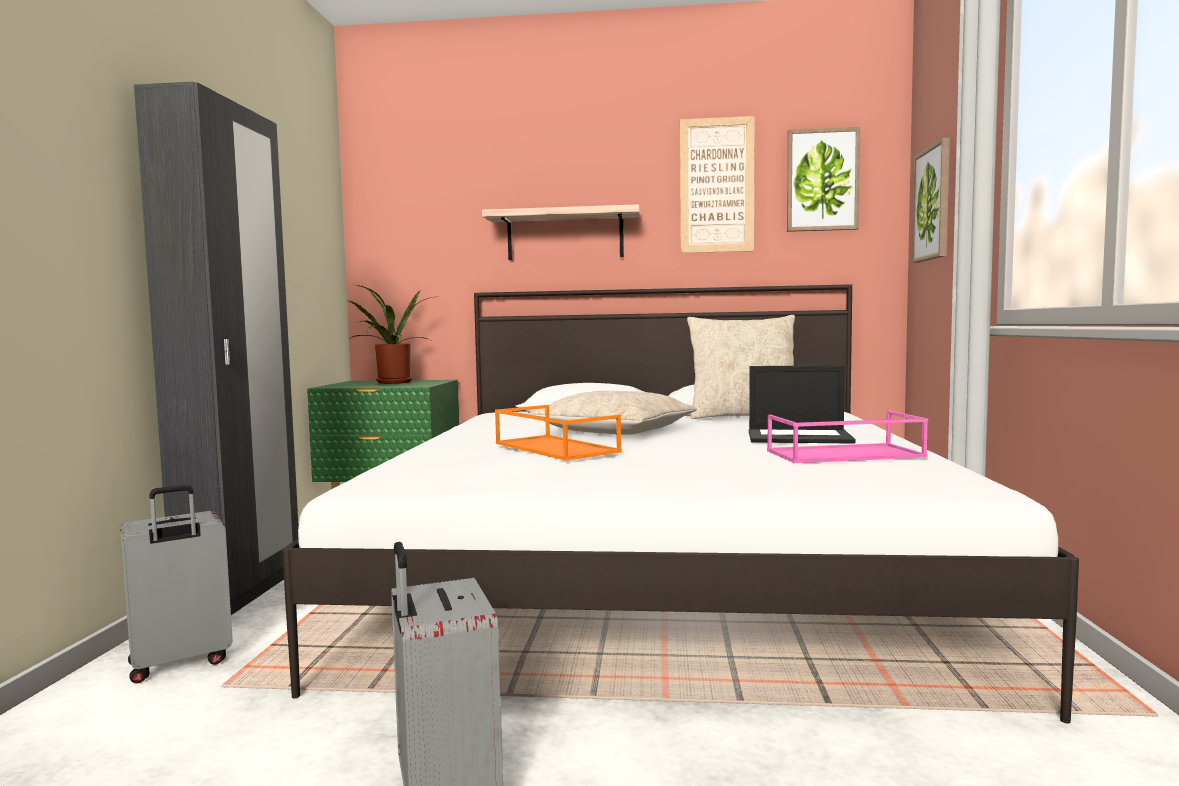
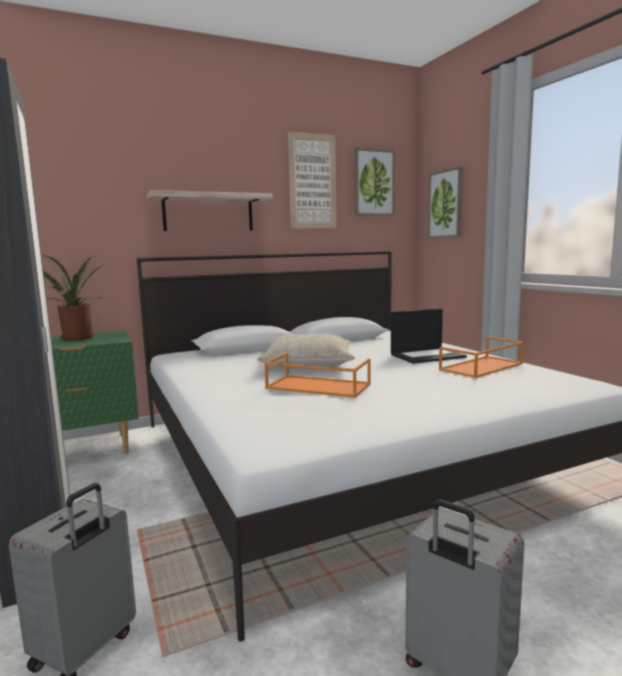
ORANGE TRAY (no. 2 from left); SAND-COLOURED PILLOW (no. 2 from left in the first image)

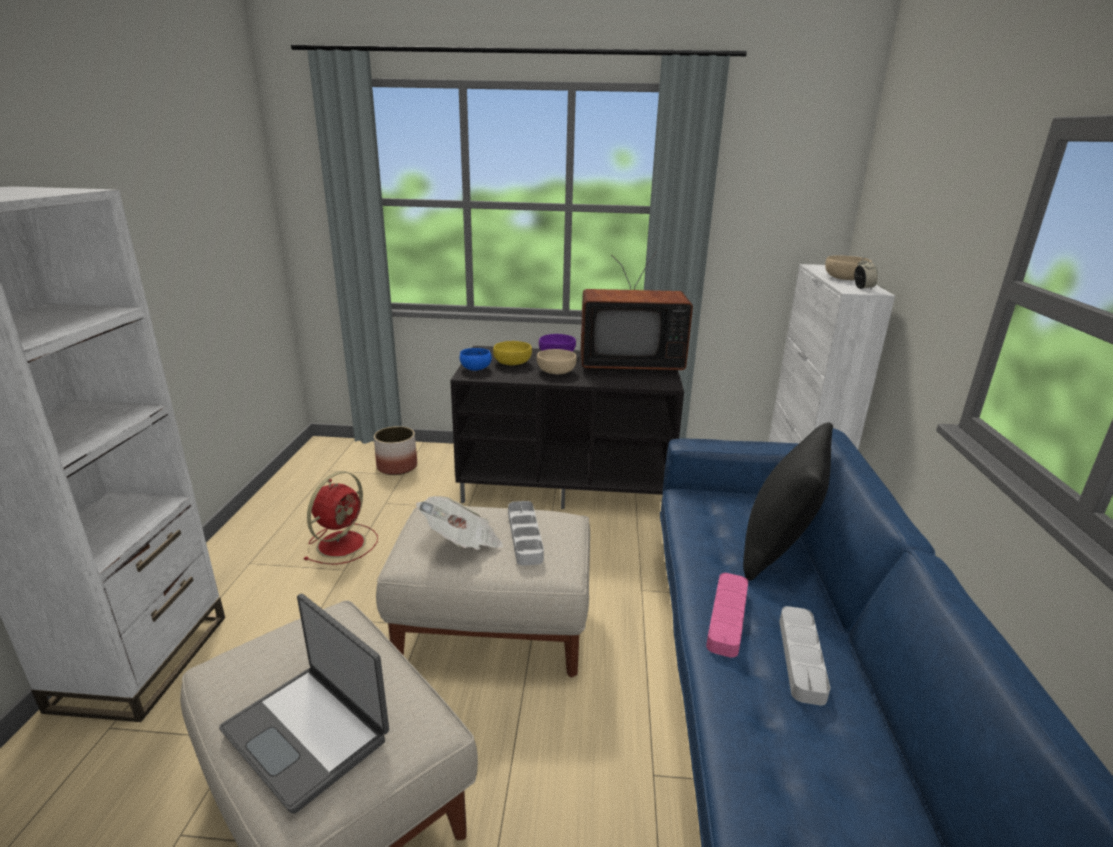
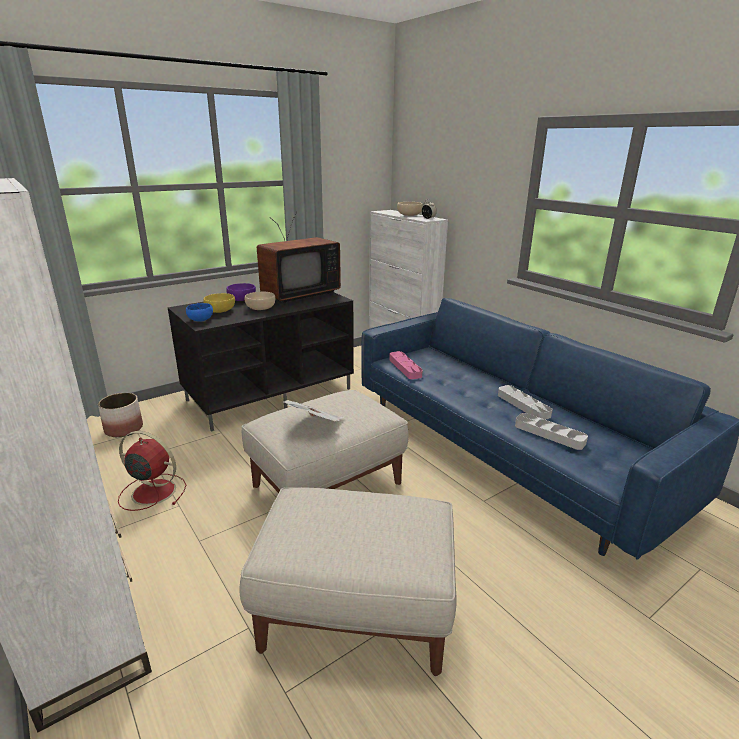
RED COOLING FAN; PINK TRAY; GREY TRAY (no. 2 from left); LAPTOP; BLACK PILLOW

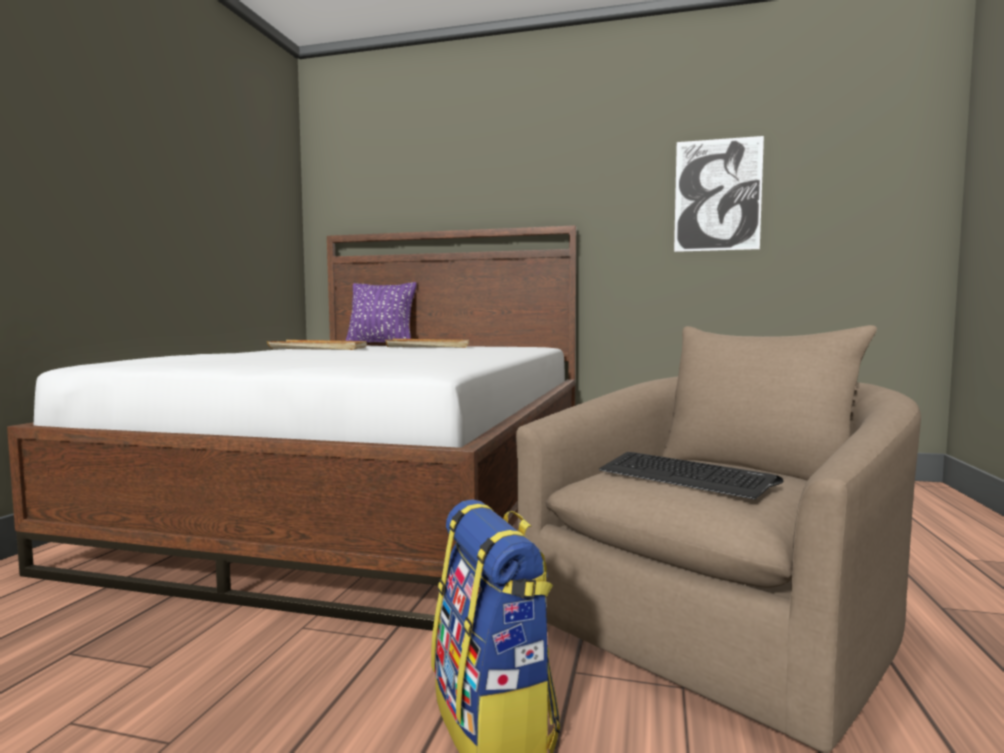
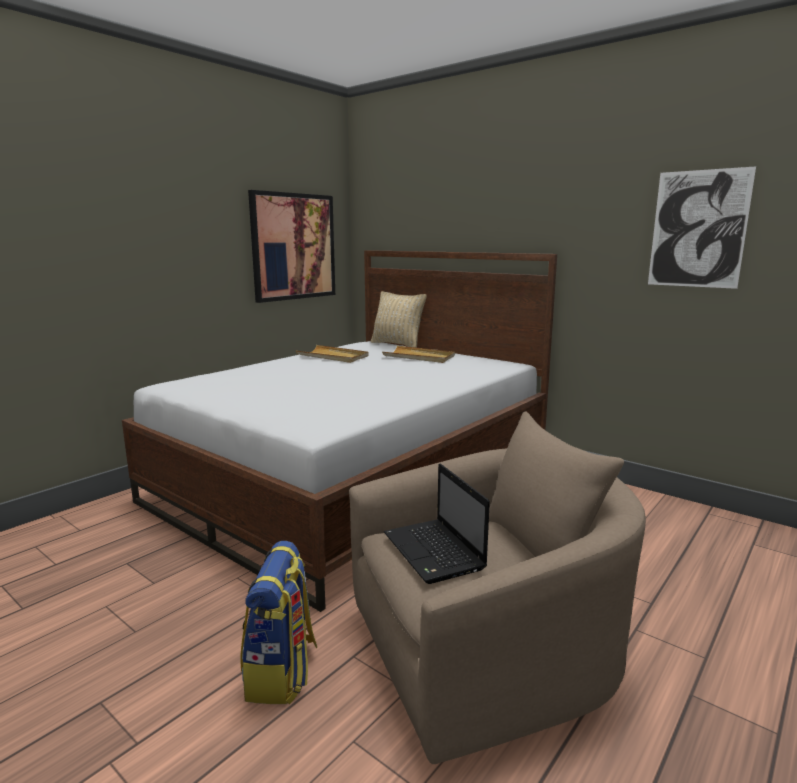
PICTURE (no. 1 from left); SAND-COLOURED PILLOW; LAPTOP

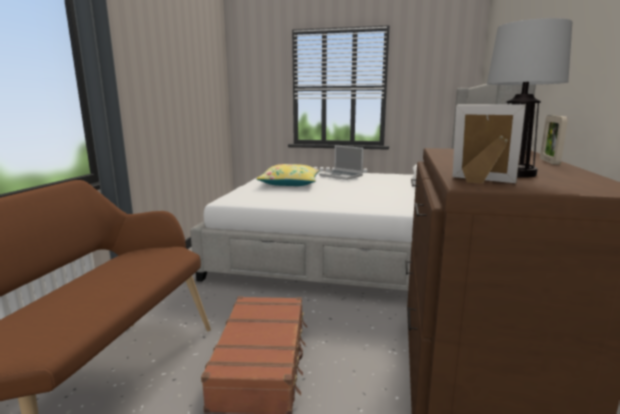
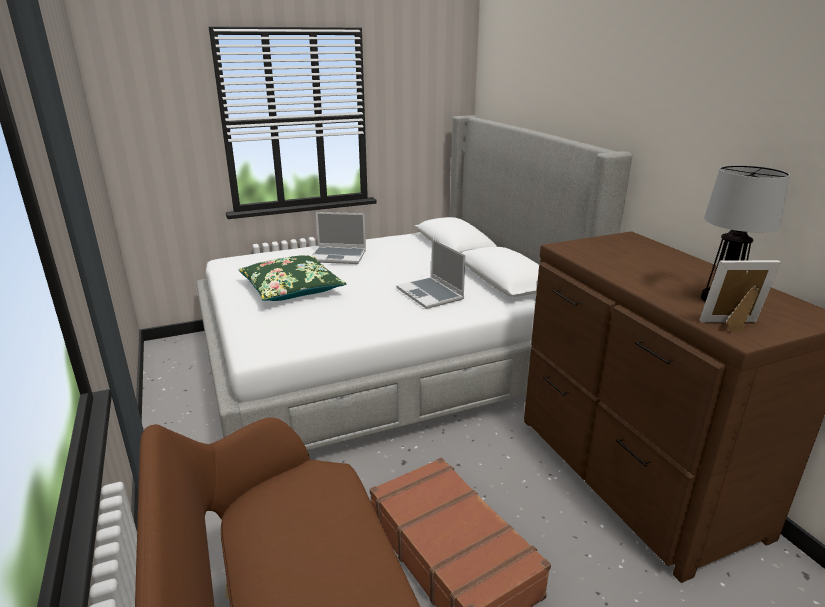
GREEN-COLOURED PILLOW; LAPTOP (no. 2 from left); STANDING FRAME (no. 2 from left in the first image)

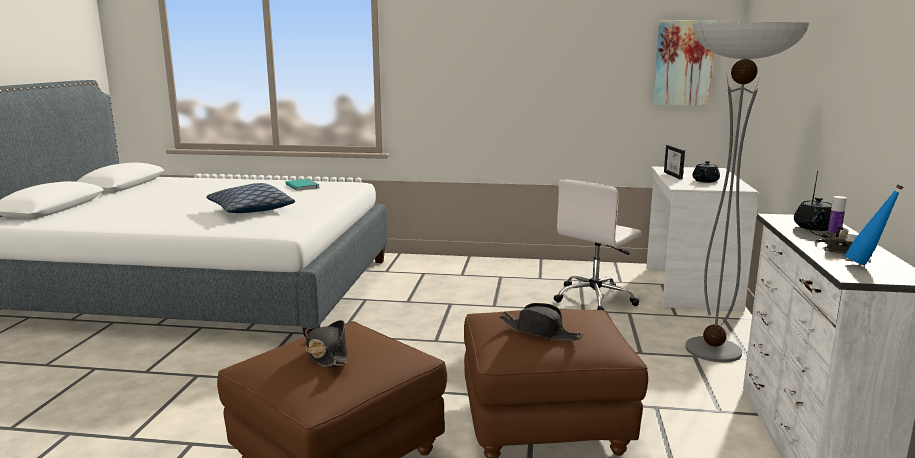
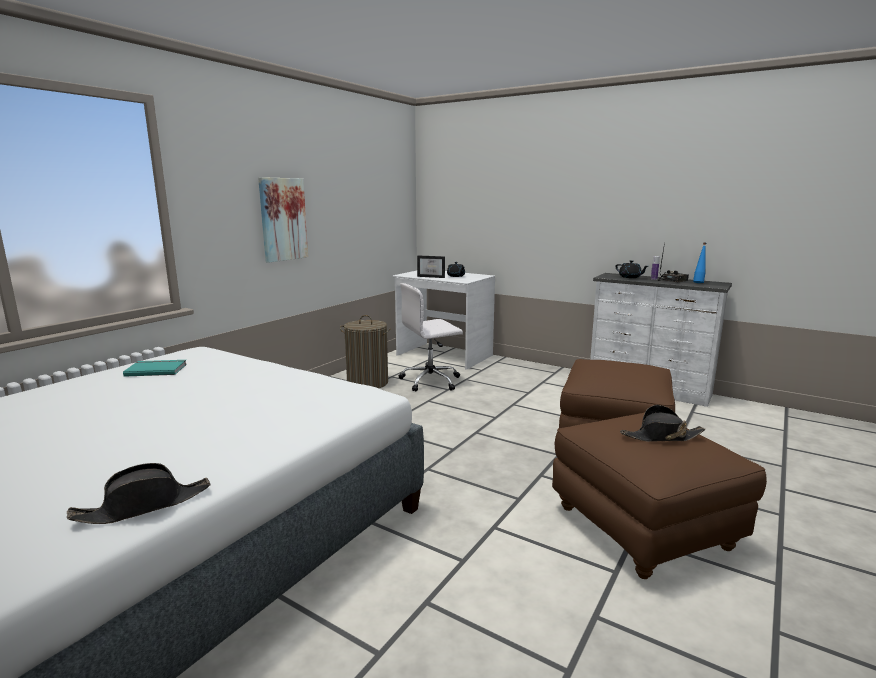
BLACK CLOTHING HAT (no. 1 from left); PICTURE; HAMPER; WHITE-COLOURED OFFICE CHAIR; PILLOW; FLOOR LAMP

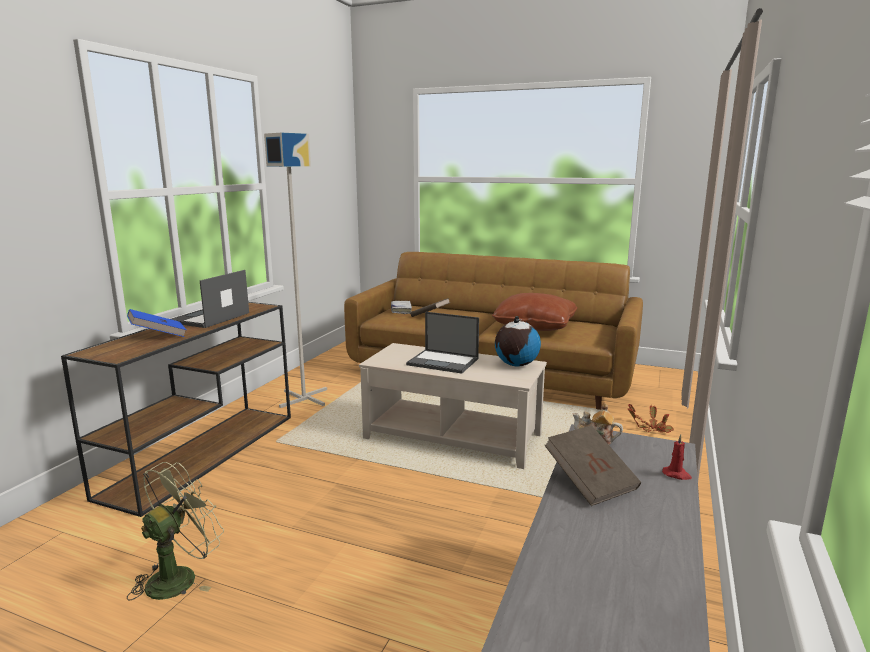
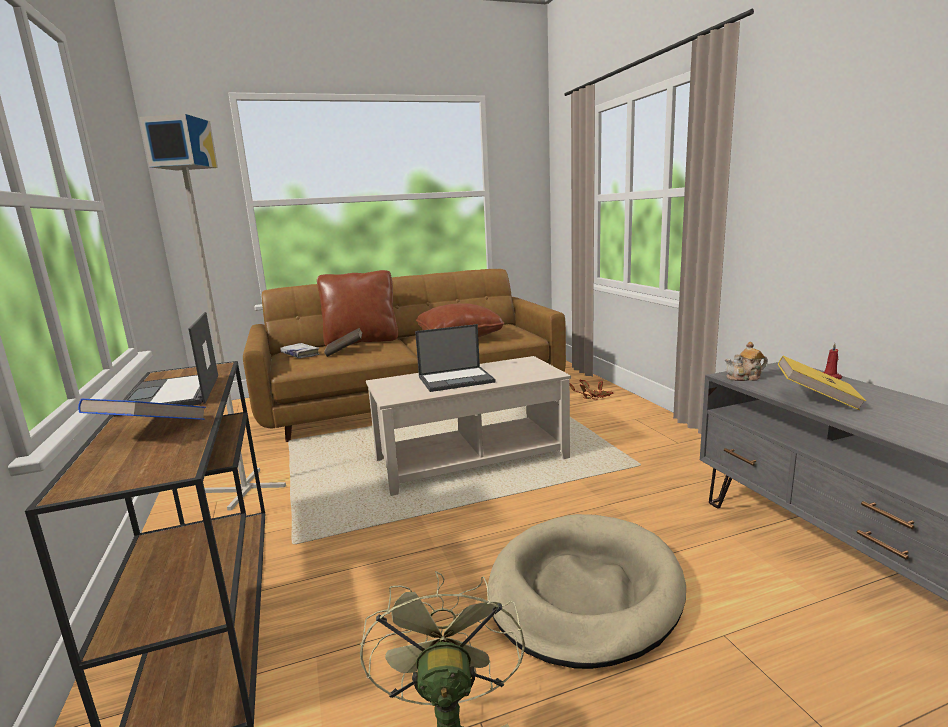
BROWNISH PILLOW (no. 1 from left); SAND-COLOURED DOG BED; YELLOW VOLUME; WORLD GLOBE

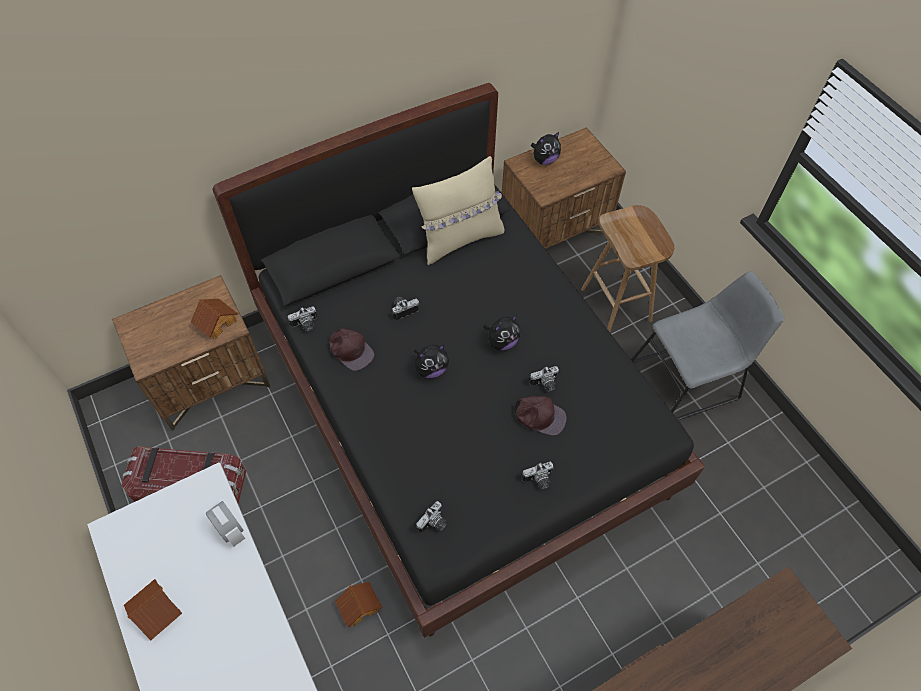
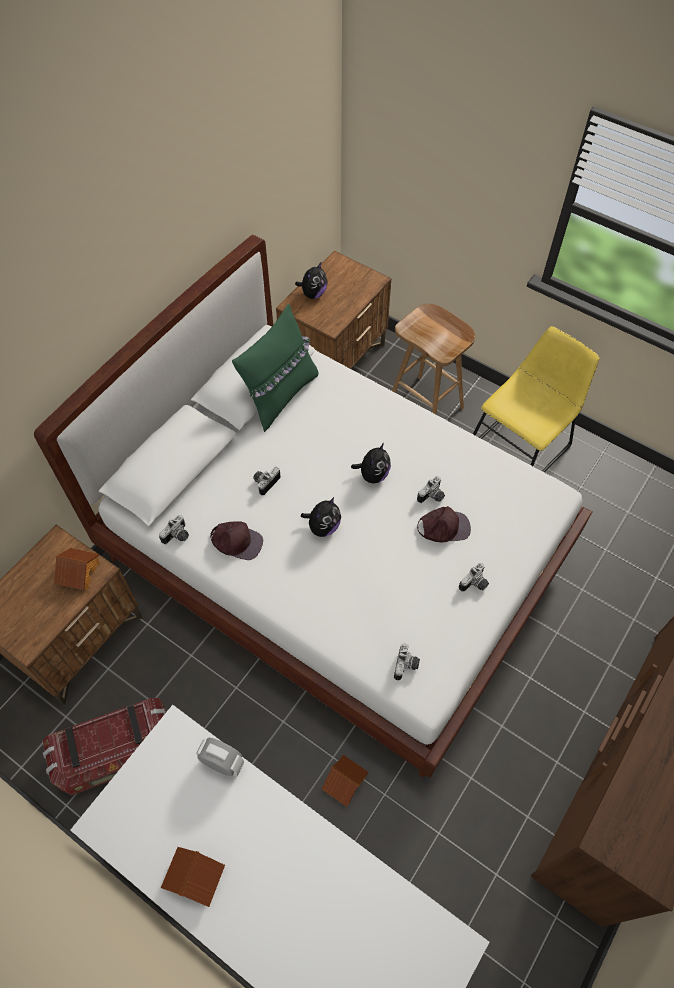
WHITE-COLOURED SLEEPING BED; GREEN-COLOURED PILLOW; YELLOW CHAIR

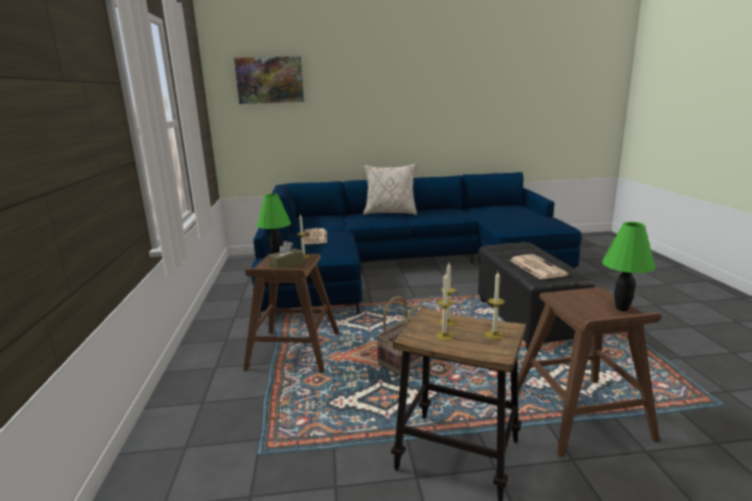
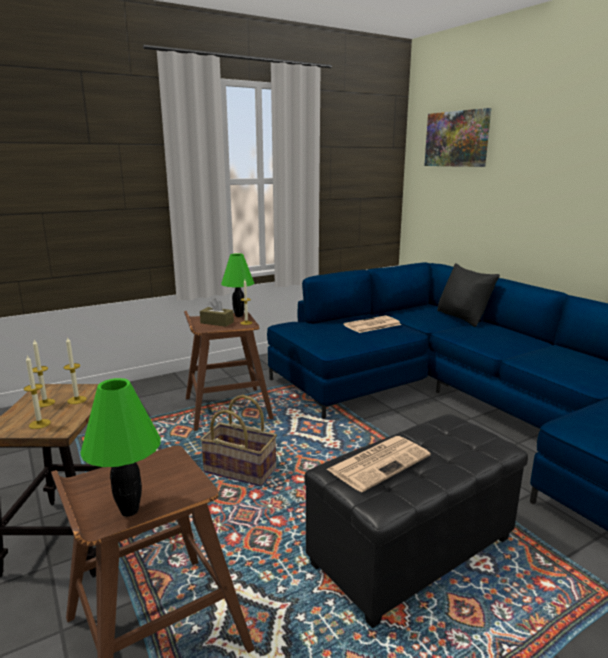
BLACK PILLOW; SAND-COLOURED PILLOW

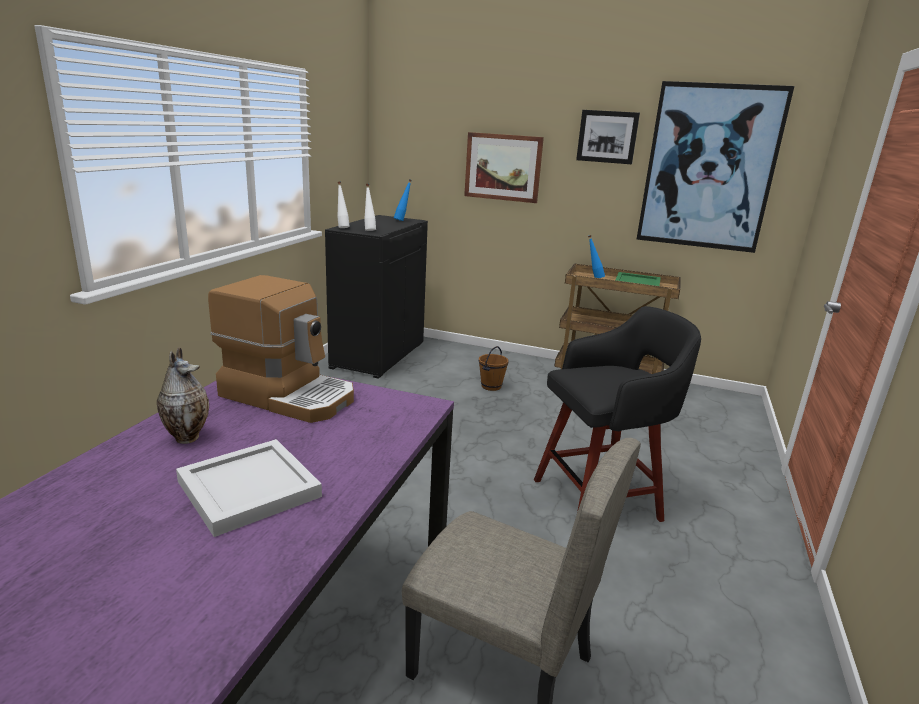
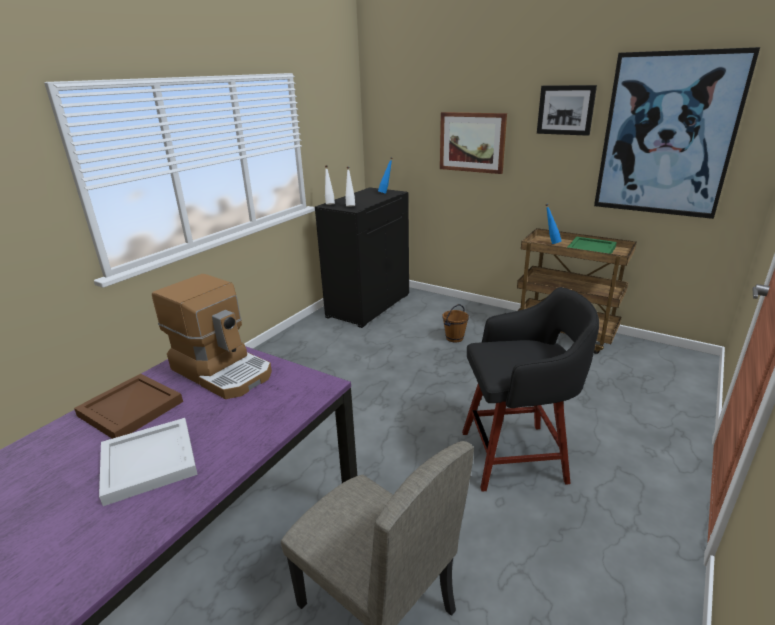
BROWNISH TRAY

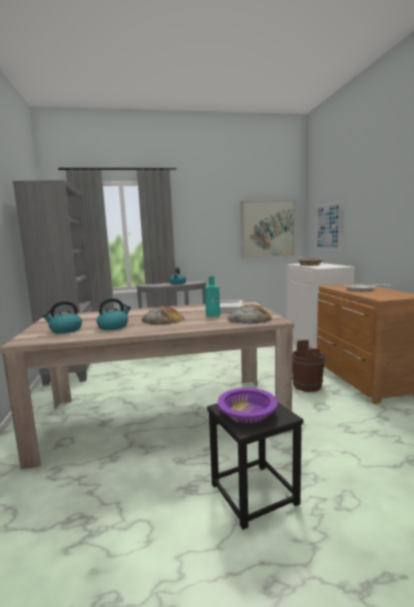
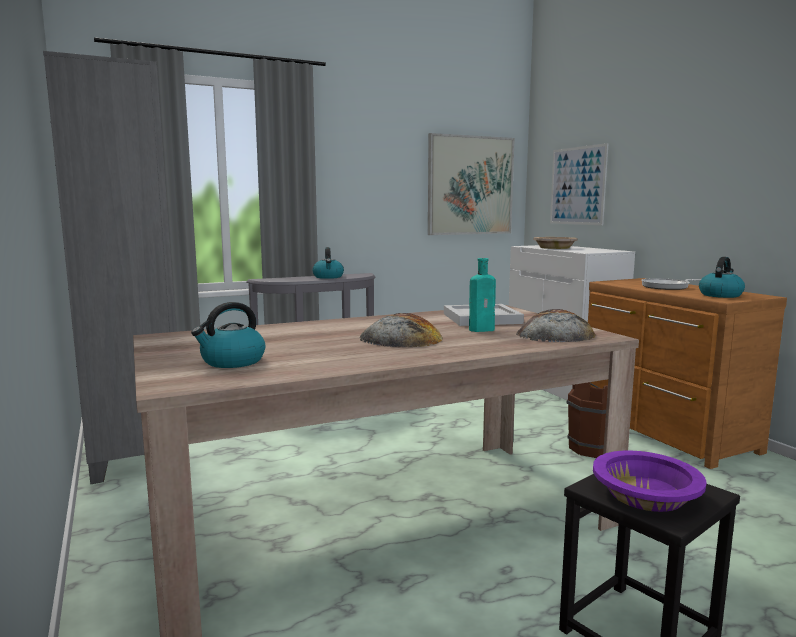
TEA KETTLE (no. 3 from left)

